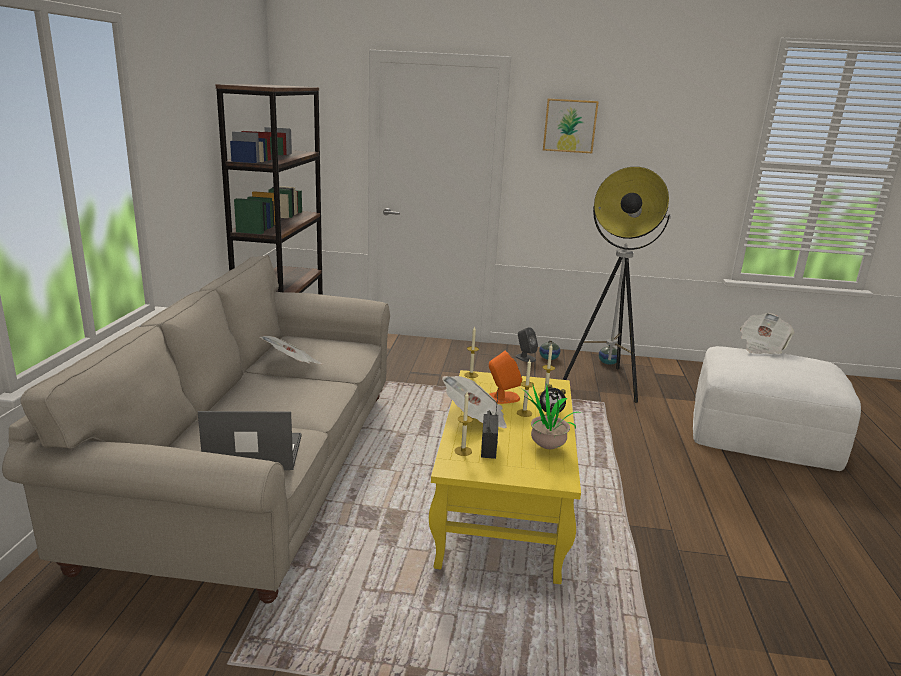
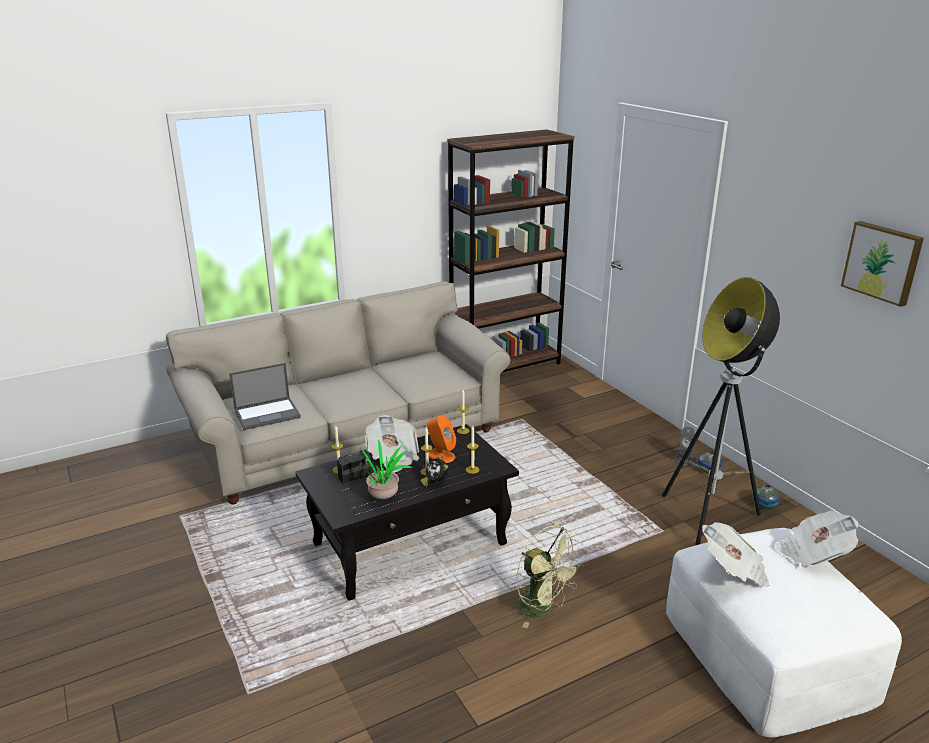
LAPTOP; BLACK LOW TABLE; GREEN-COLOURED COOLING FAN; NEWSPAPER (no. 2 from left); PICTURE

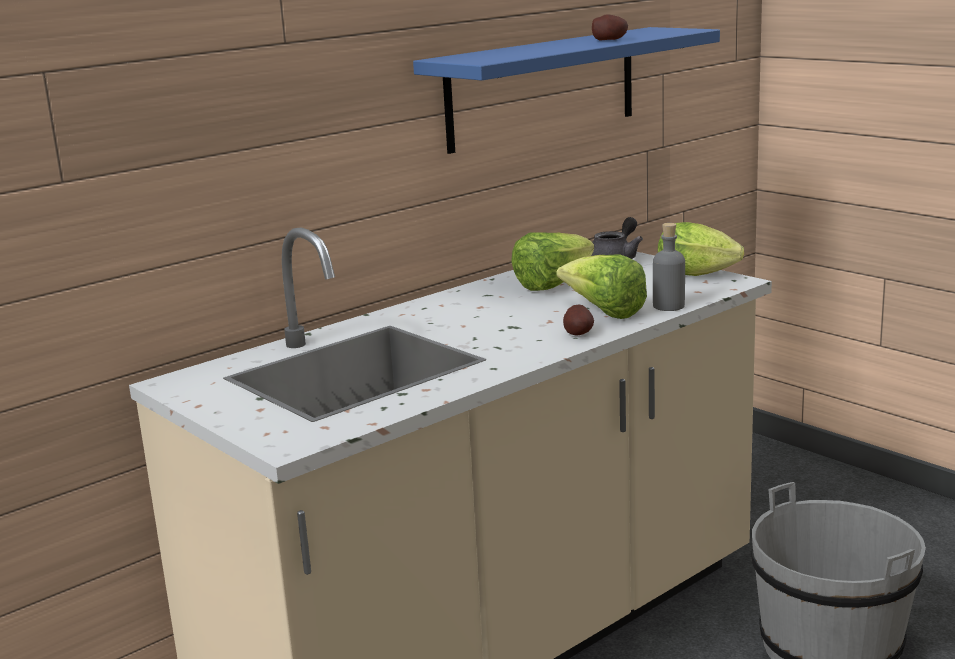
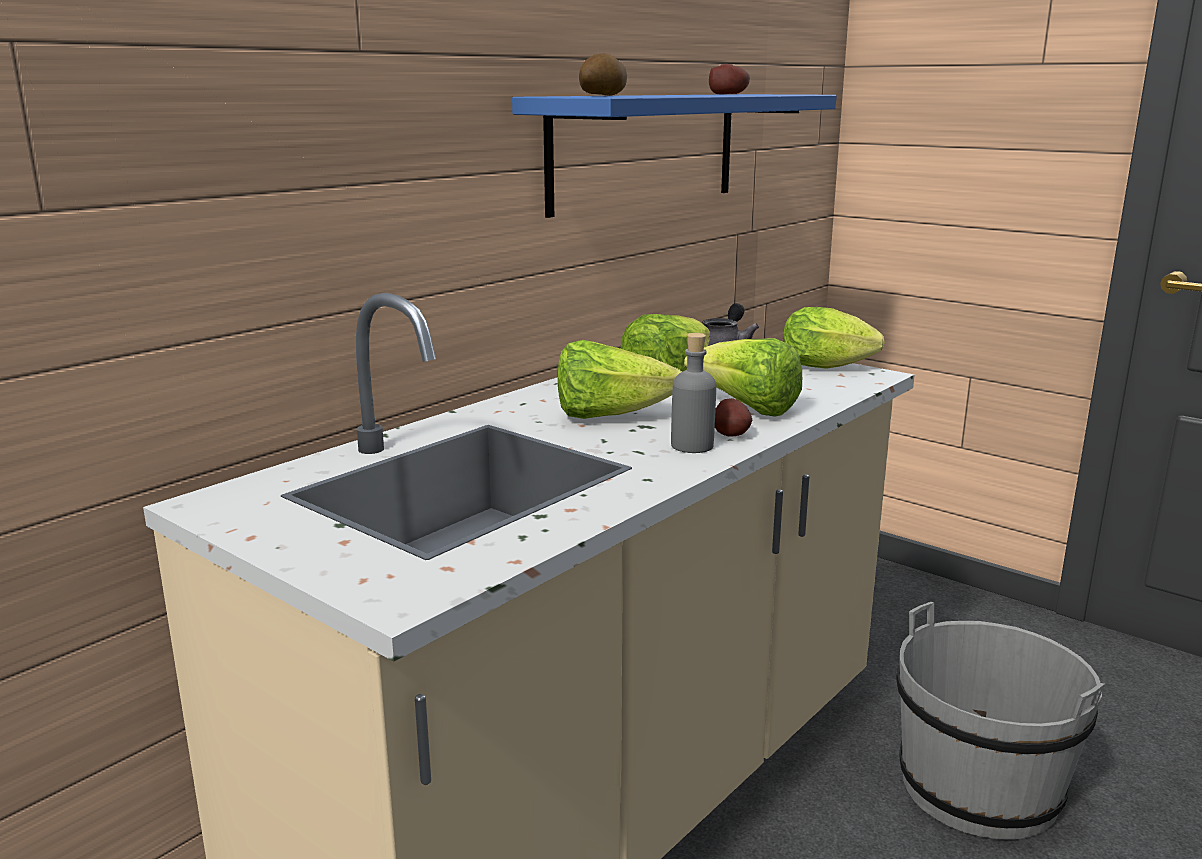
LETTUCE (no. 1 from left); POTATO (no. 1 from left); GREY BOTTLE

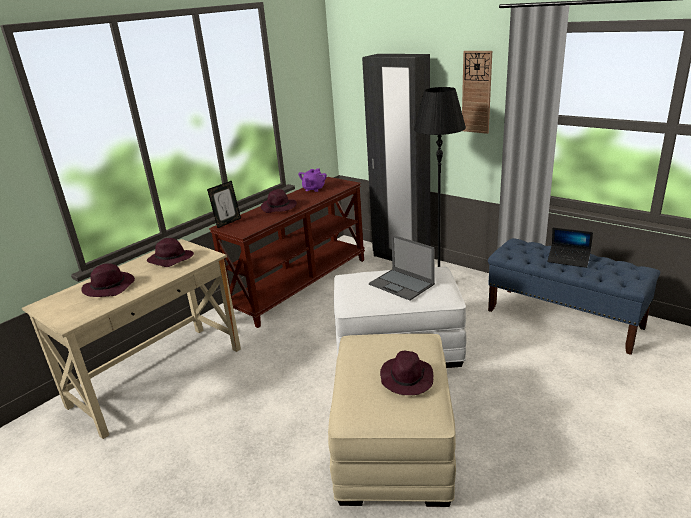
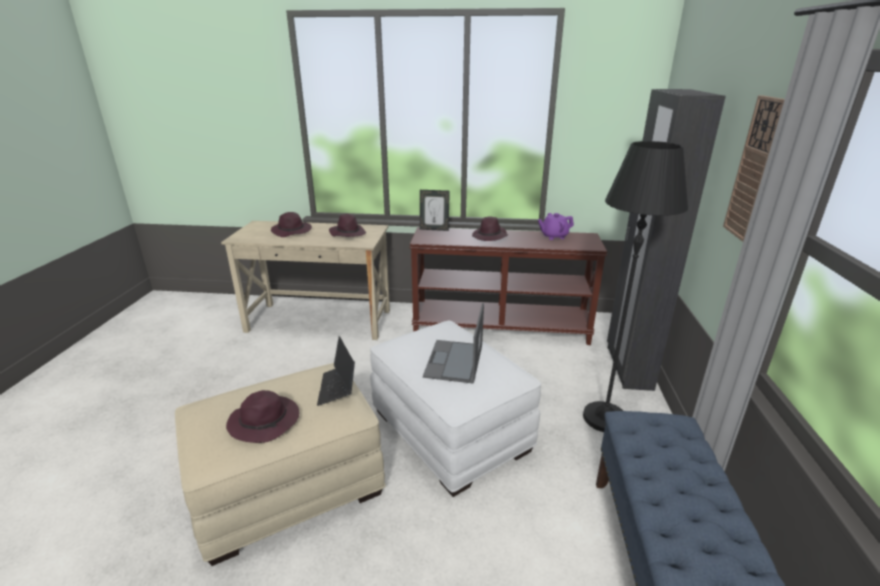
LAPTOP (no. 1 from left)

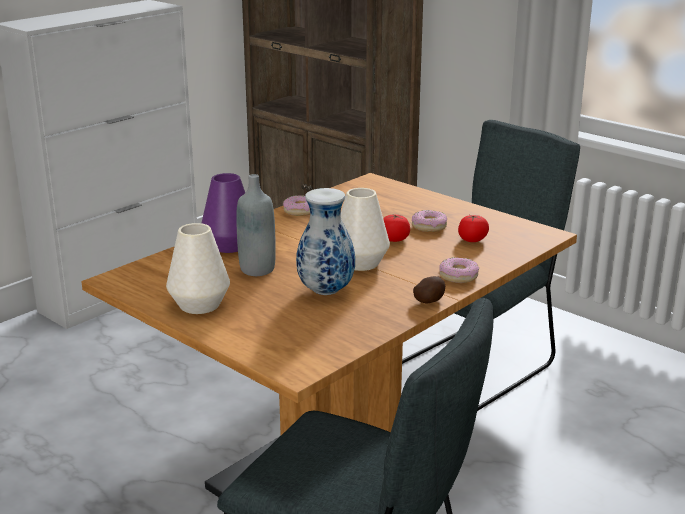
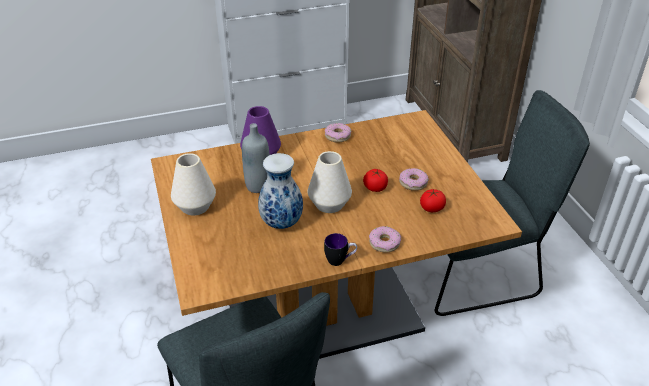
TEA MUG

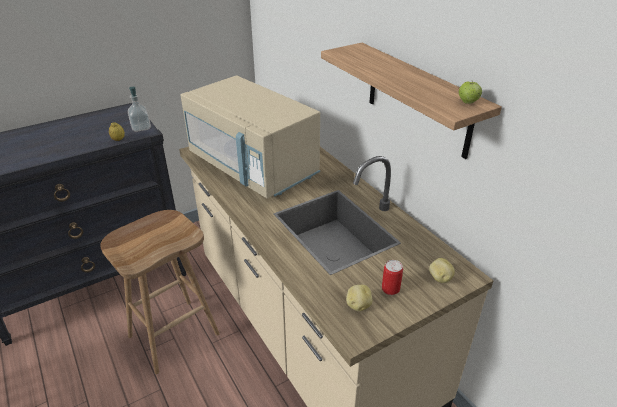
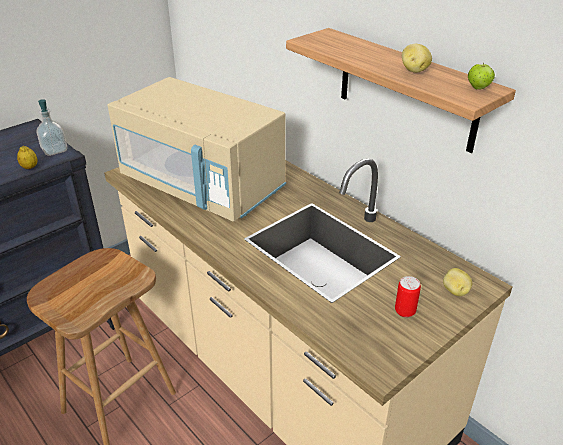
POTATO (no. 1 from left)

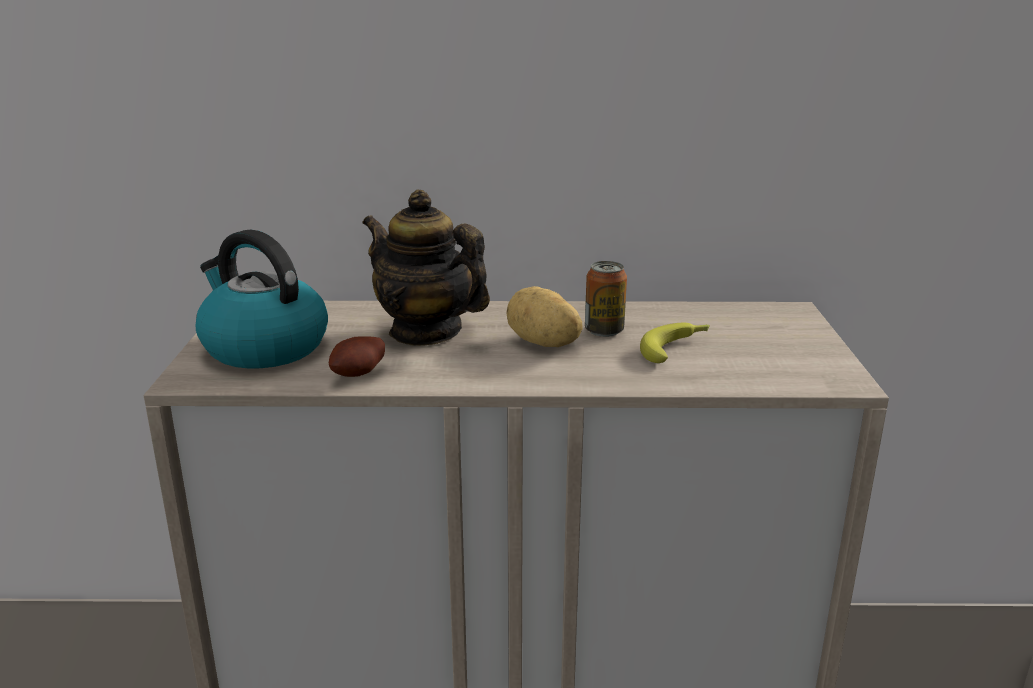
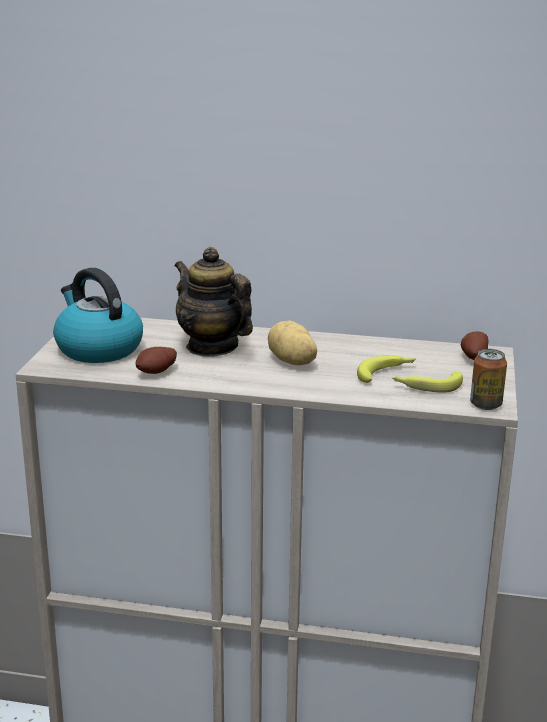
BANANA (no. 2 from left); POTATO (no. 3 from left); CAN

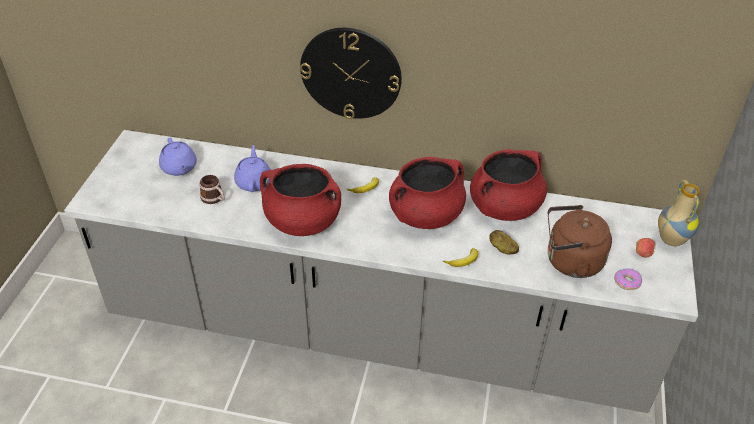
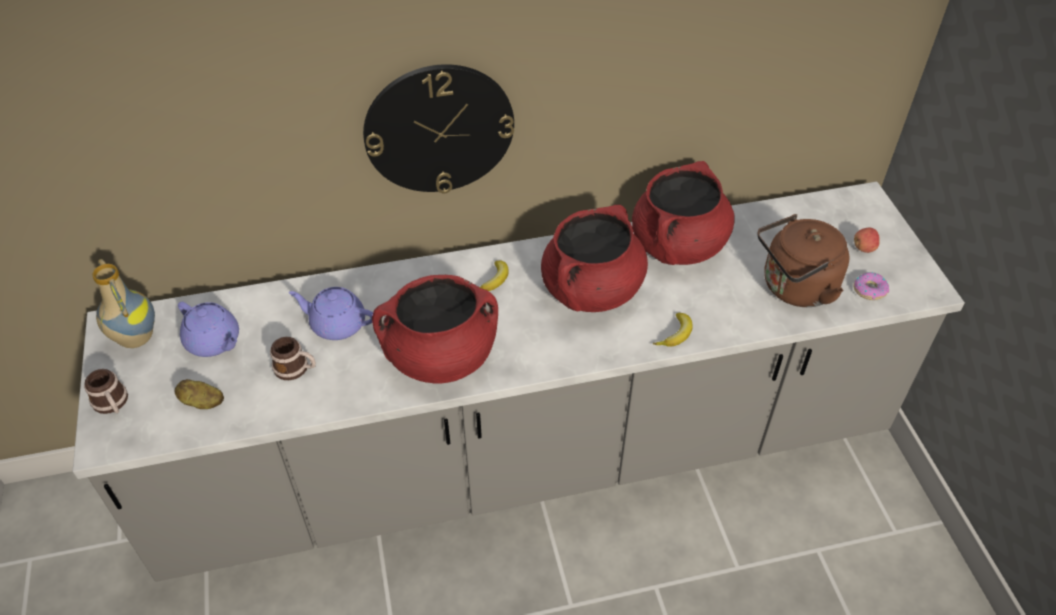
TEA MUG (no. 1 from left); FLOWER VASE; POTATO; PURPLISH TEAPOT (no. 2 from left)

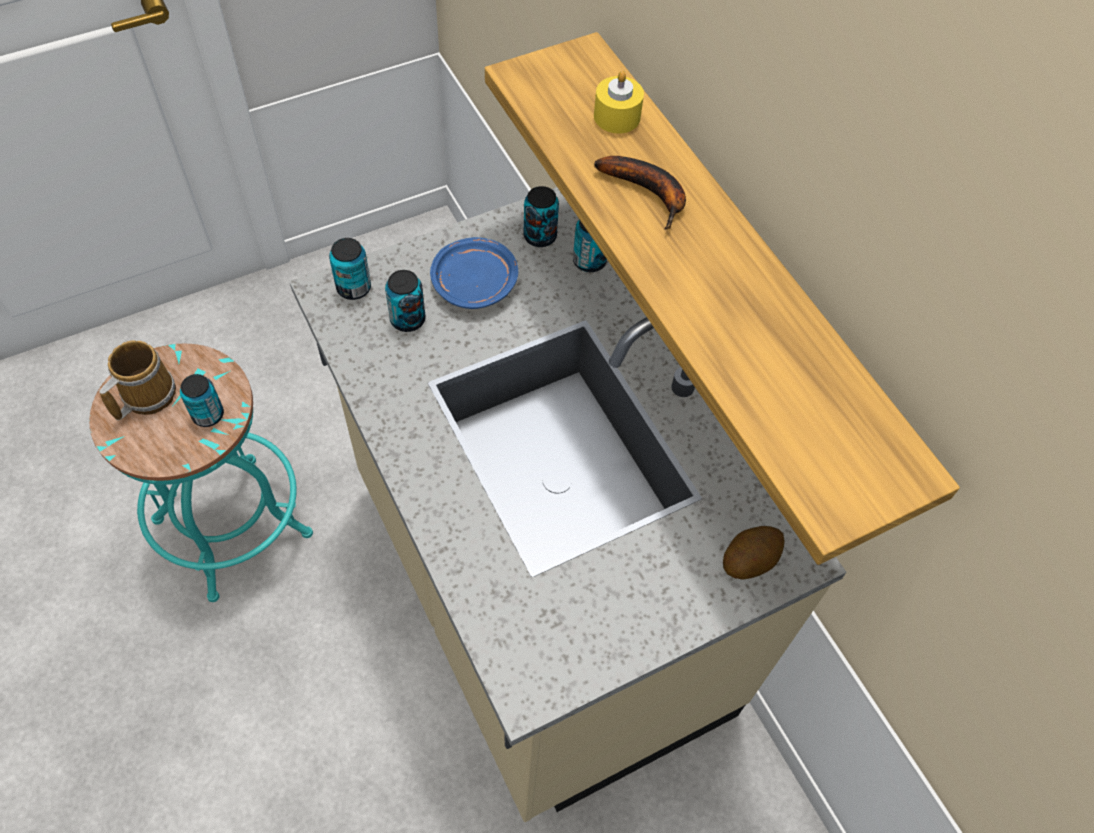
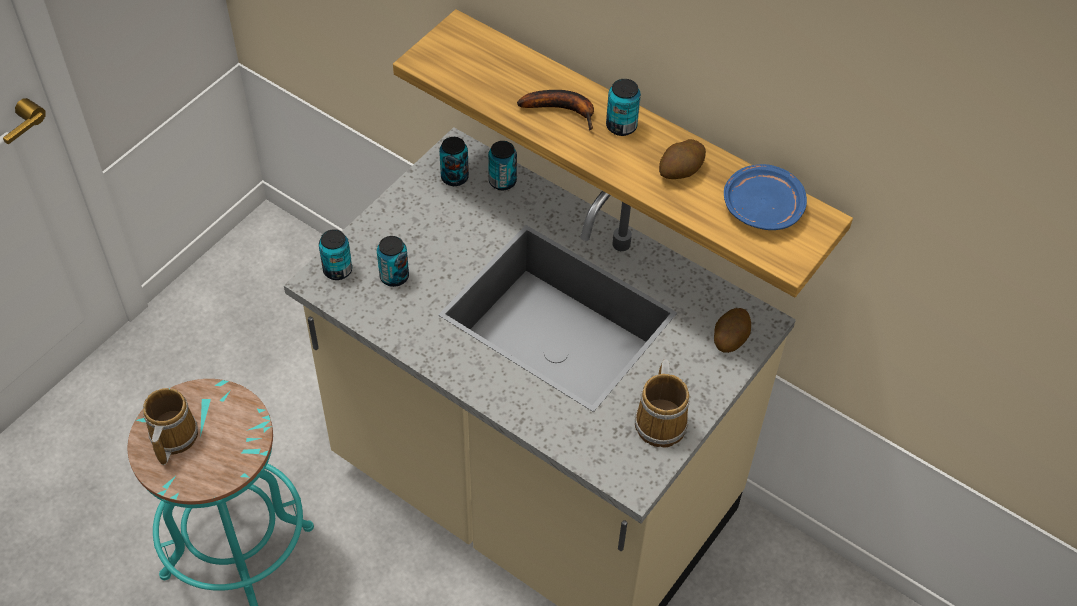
CAN (no. 5 from left); TEA MUG (no. 2 from left); POTATO (no. 1 from left); BLUE-COLOURED FLAT DISH; YELLOW CANDLE

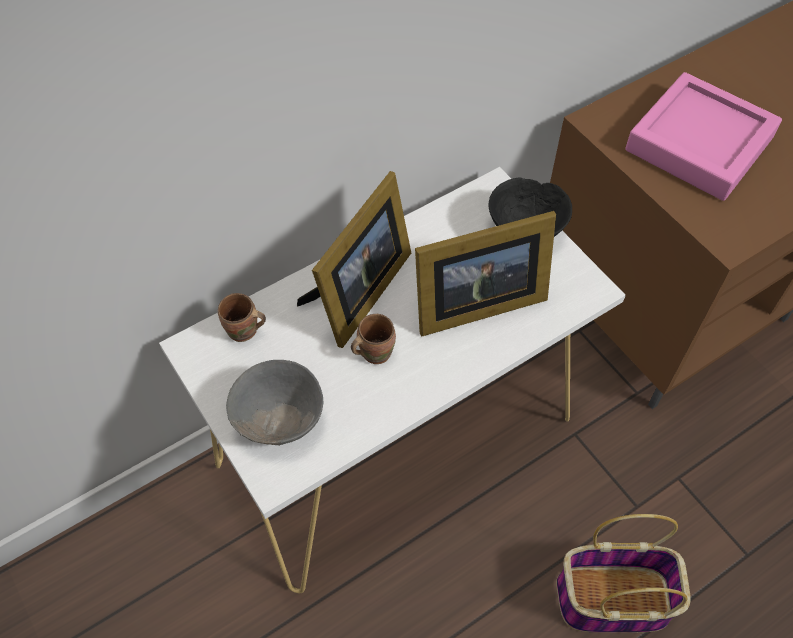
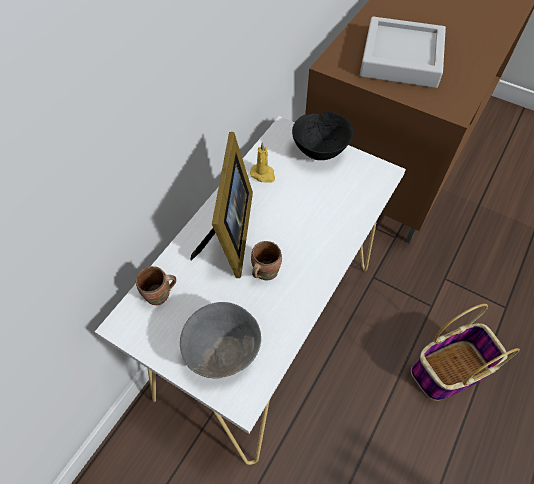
YELLOW CANDLE; GREY TRAY; STANDING FRAME (no. 2 from left in the first image)

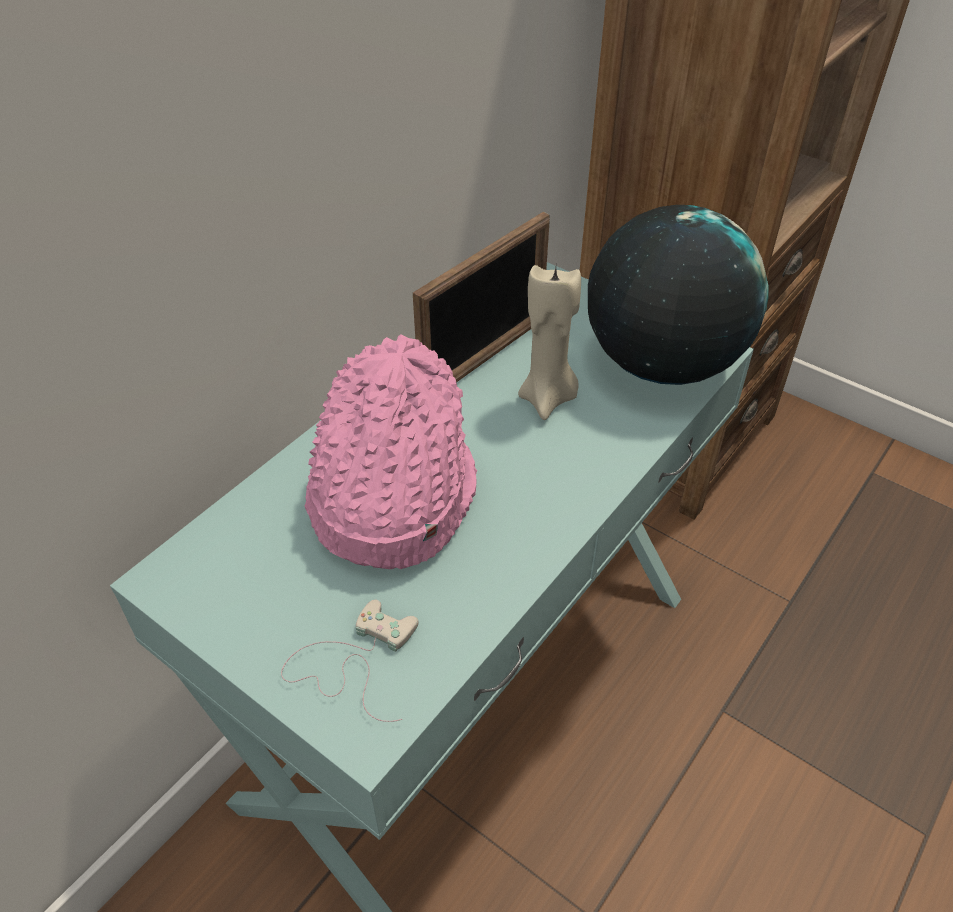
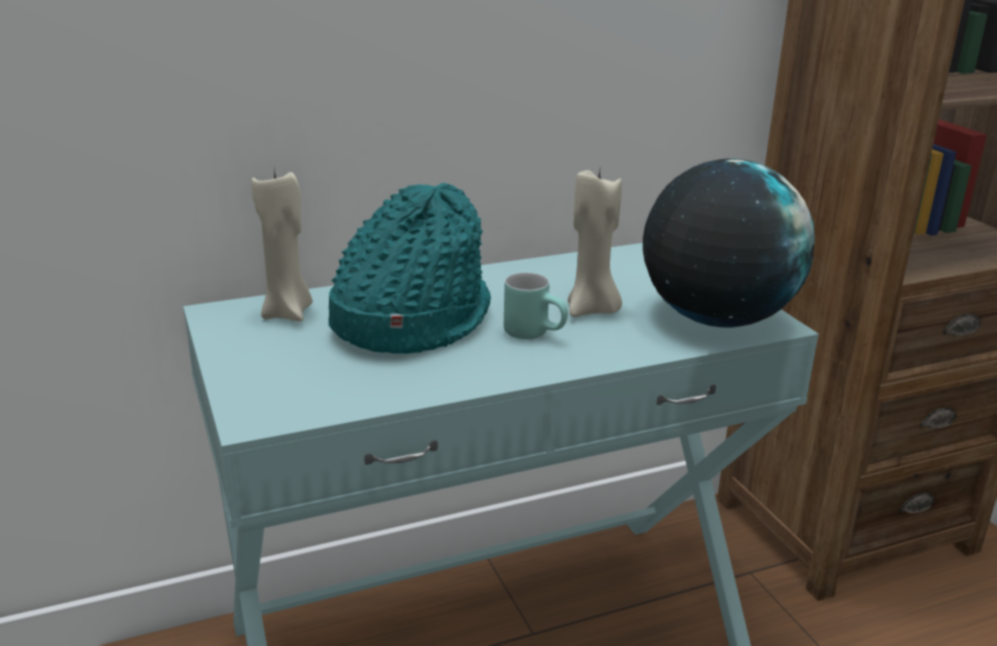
SAND-COLOURED CANDLE (no. 1 from left); BLUE-GREEN CLOTHING HAT; BLUE-GREEN TEA MUG; WHITE-COLOURED GAME CONTROLLER; STANDING FRAME

